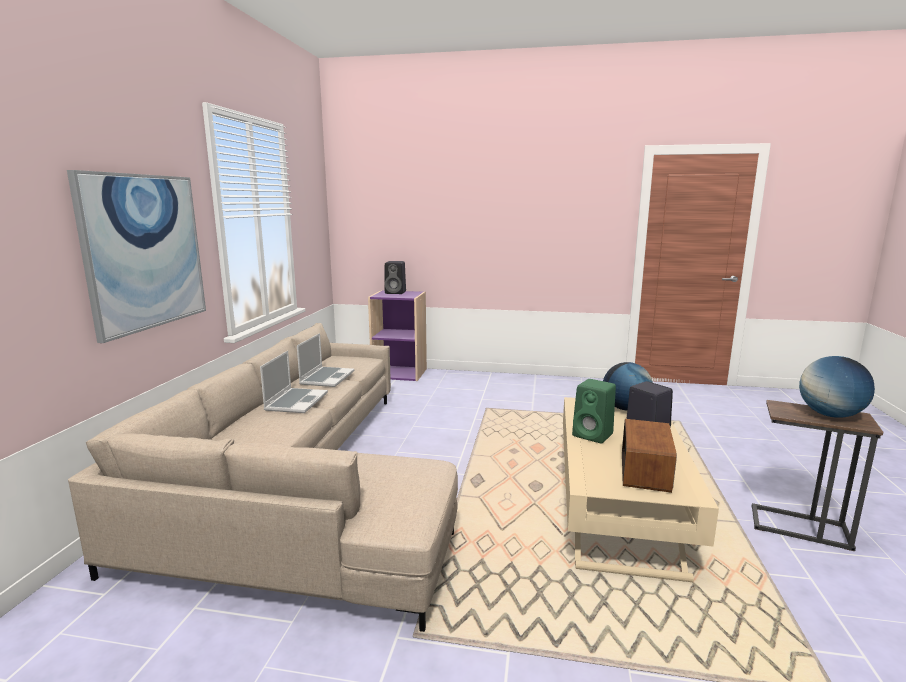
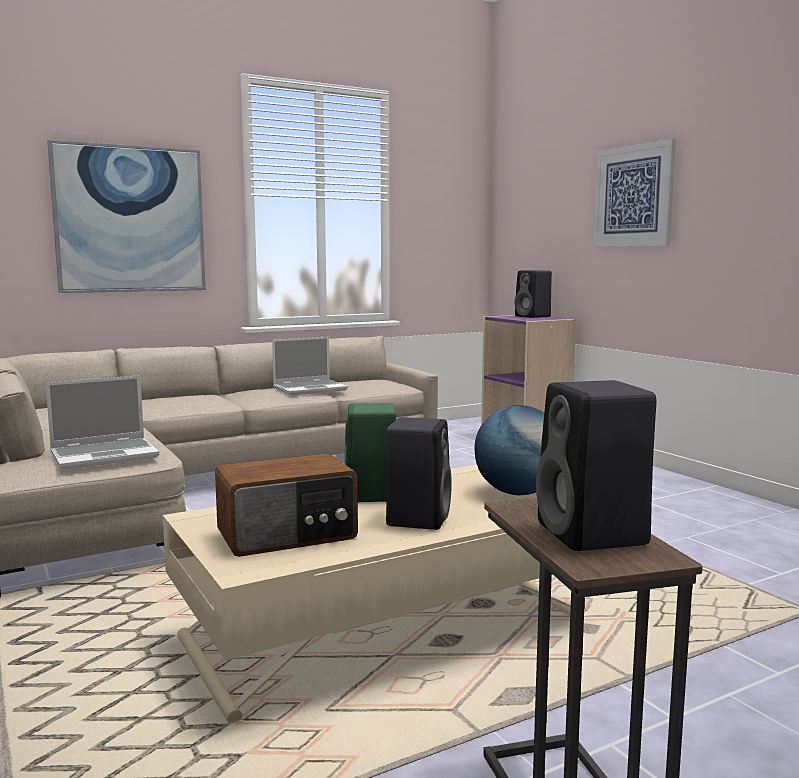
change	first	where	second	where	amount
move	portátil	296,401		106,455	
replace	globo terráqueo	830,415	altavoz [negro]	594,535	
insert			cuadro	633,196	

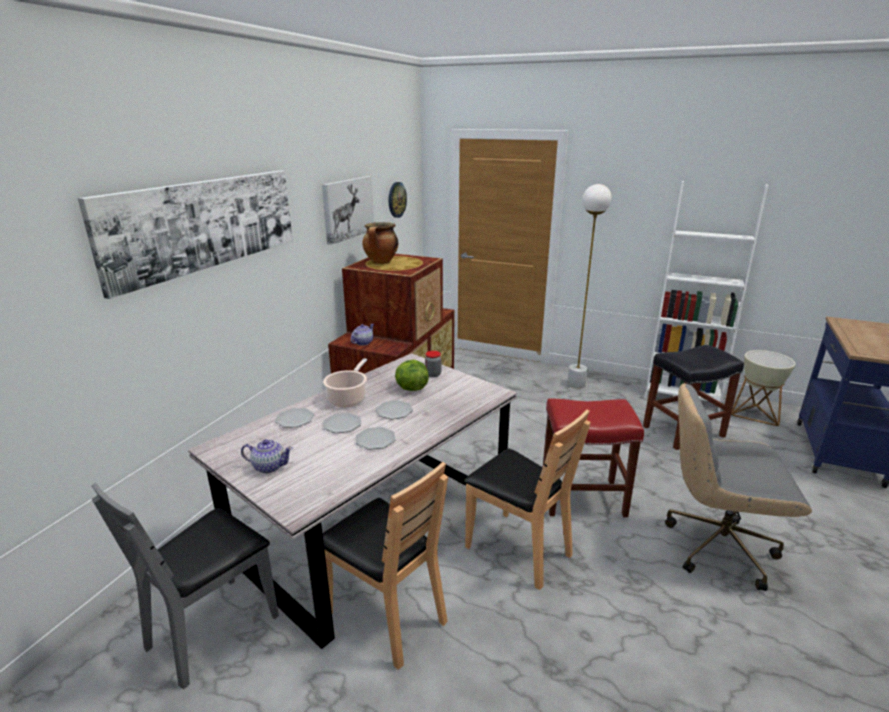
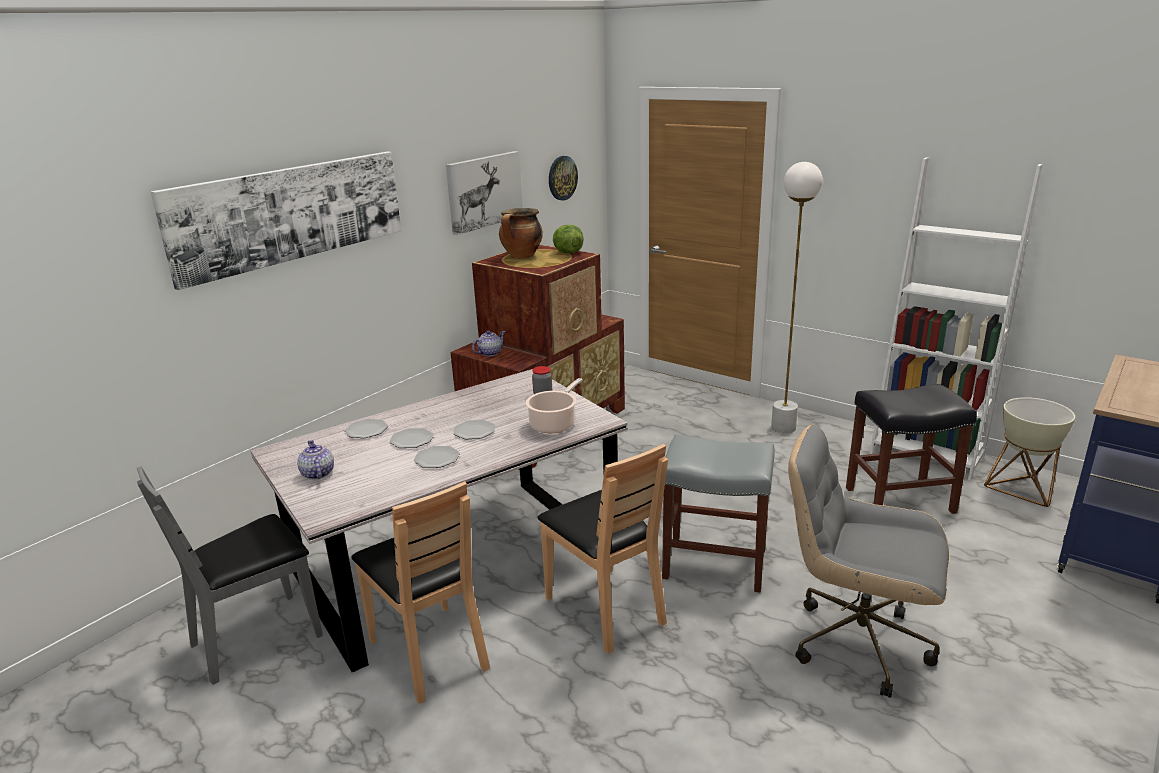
change	first	where	second	where	amount
rotate	tetera	269,466		317,474	135 degrees counterclockwise
move	olla	348,398		554,424	
move	lechuga	411,388		567,252	
recolor	taburete [rojo]	583,497	taburete [gris]	716,563	

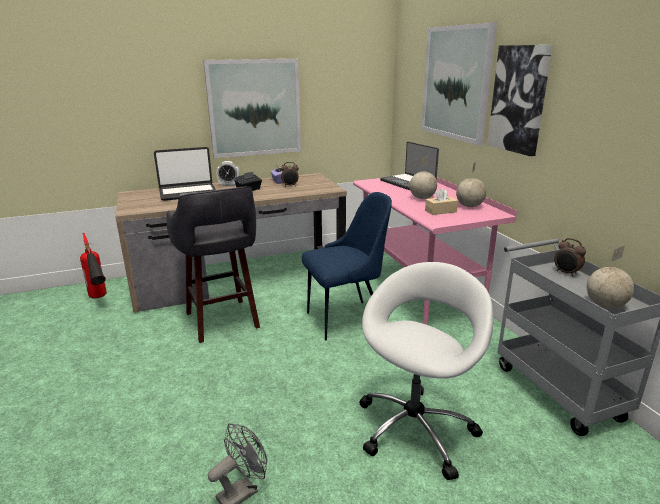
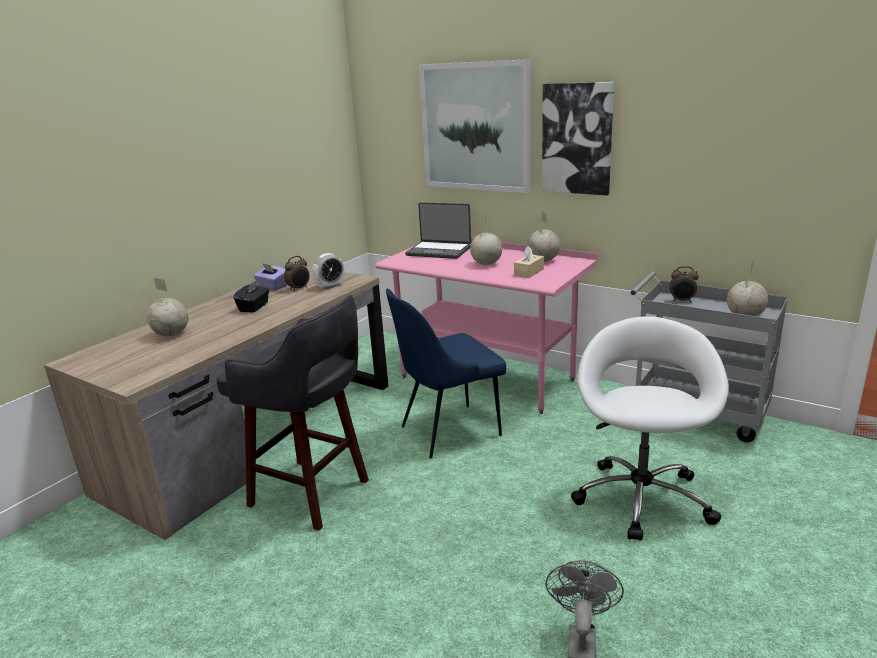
change	first	where	second	where	amount
delete	extintor	100,301			
replace	portátil	188,193	globo terráqueo	172,334	
delete	cuadro	254,108			
move	despertador	229,185		330,286	
rotate	silla [azul]	345,319		450,431	150 degrees counterclockwise

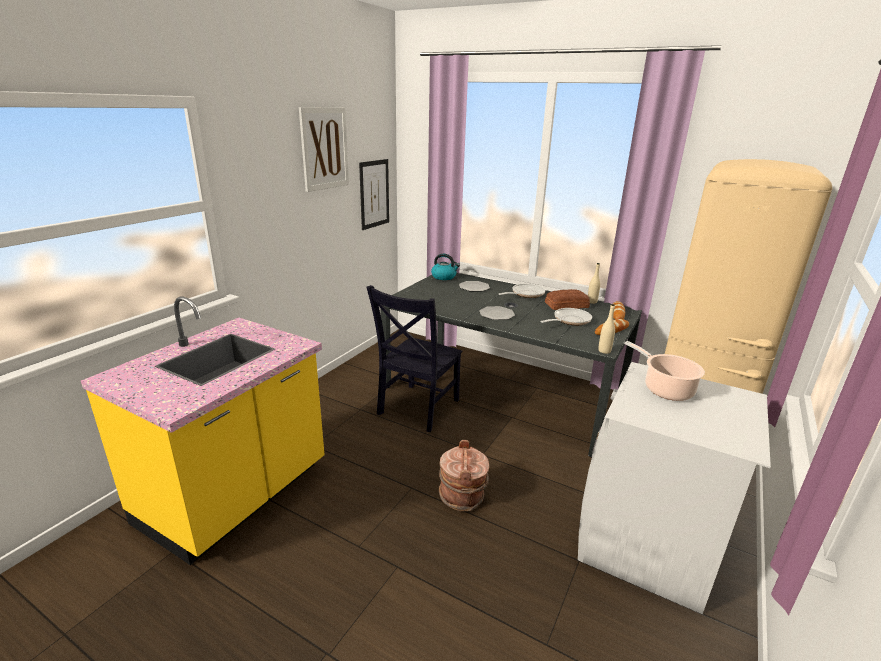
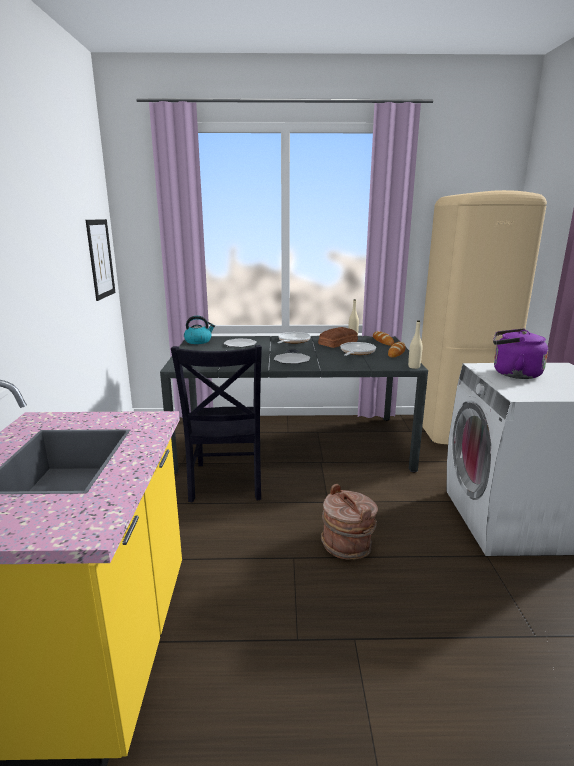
change	first	where	second	where	amount
delete	cuadro	324,148			
replace	olla	665,389	hervidor [morado]	513,374	

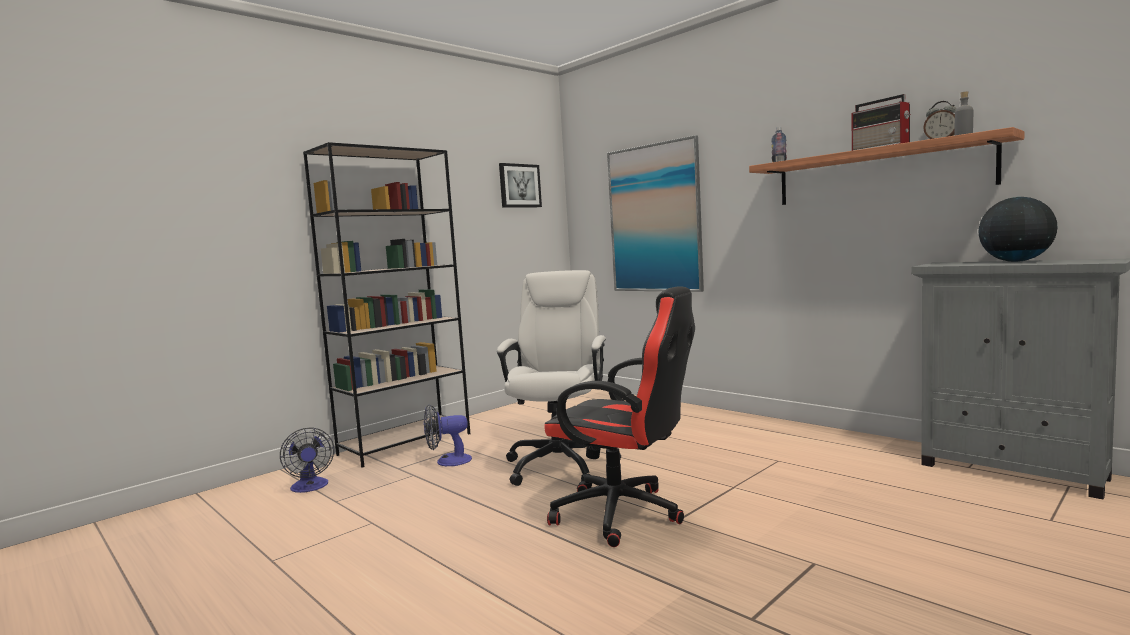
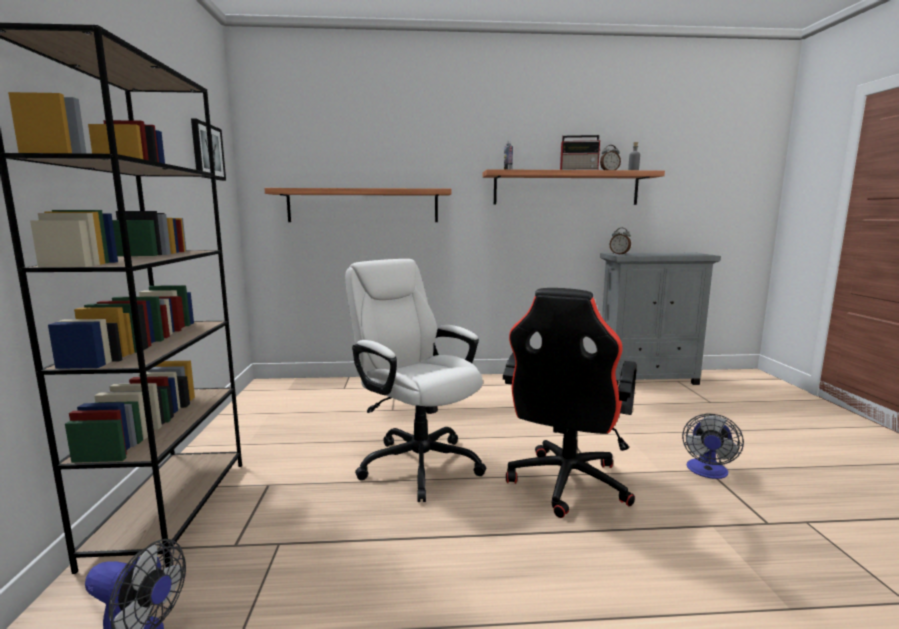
change	first	where	second	where	amount
move	ventilador	447,461		707,472	
rotate	silla de oficina [negro]	626,517		565,488	135 degrees clockwise
replace	cuadro	654,218	estante	363,206	
delete	globo terráqueo	1015,261			
insert			despertador	619,254	

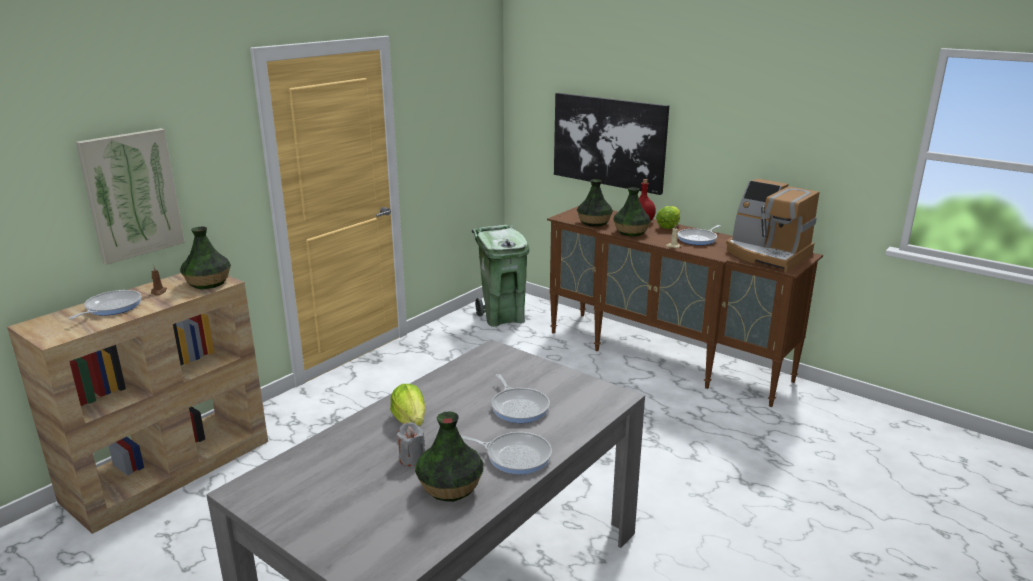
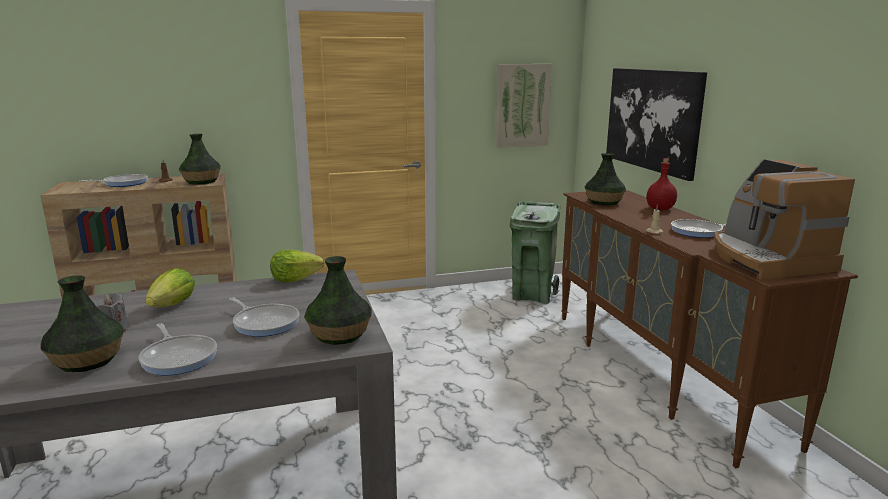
change	first	where	second	where	amount
move	cuadro	132,195		522,105	
rotate	sartén	519,407		265,323	60 degrees counterclockwise
move	florero	631,232		339,335	
move	lechuga	668,226		295,279	

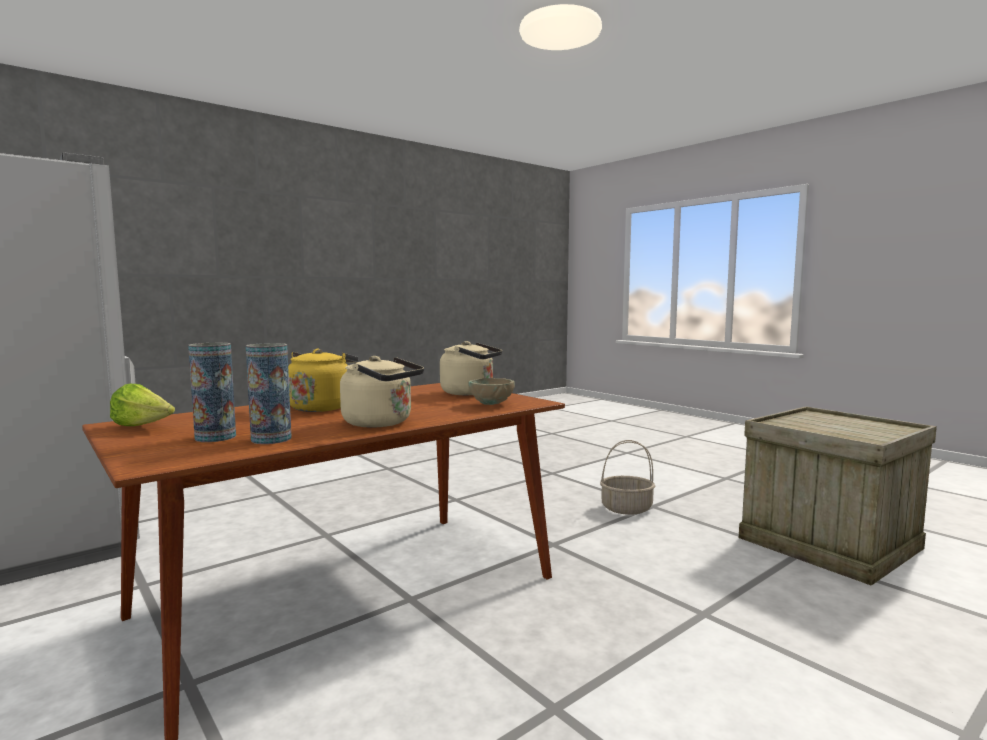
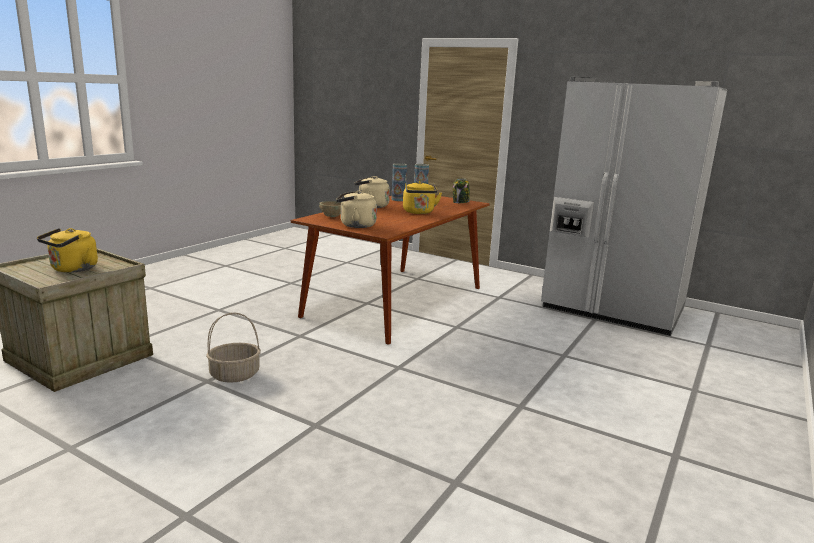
change	first	where	second	where	amount
replace	lechuga	144,427	tarro	460,202	
insert			hervidor [amarillo]	72,269	

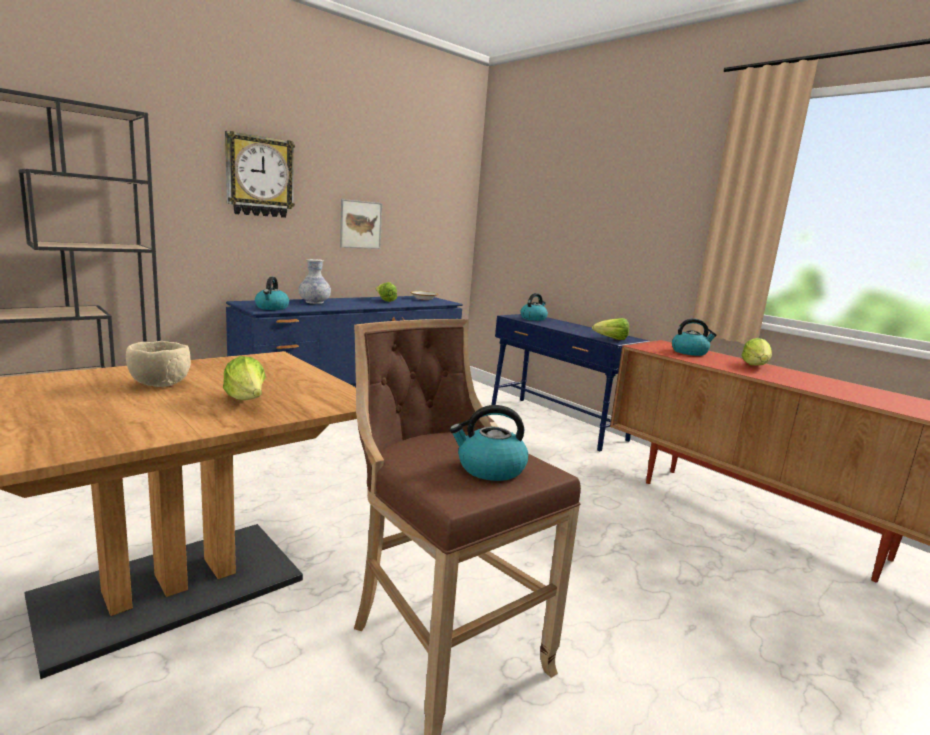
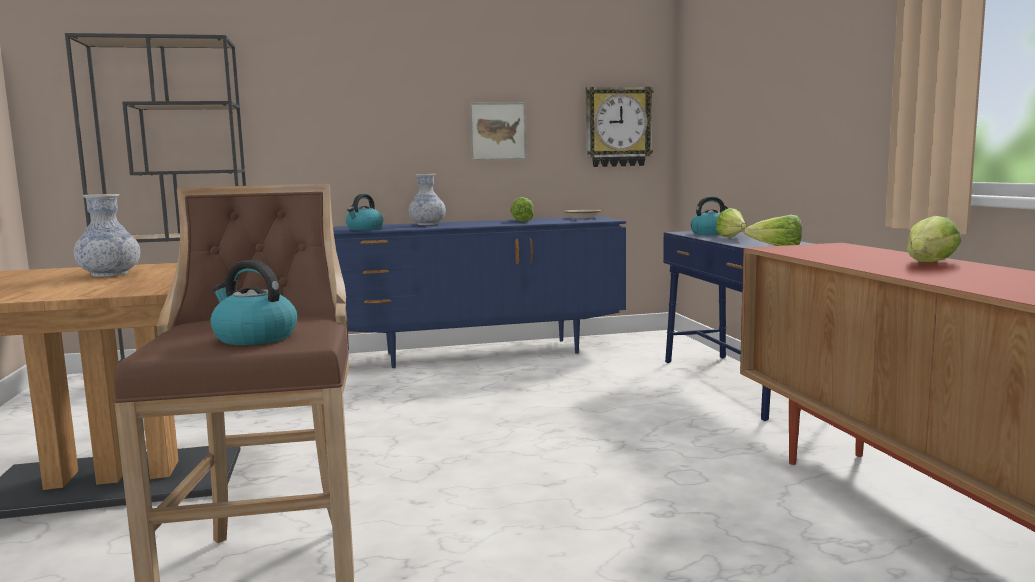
change	first	where	second	where	amount
replace	cuenco [beis]	160,385	florero	110,274	
move	lechuga	247,401		732,238	
move	reloj de pared	259,176		617,127	
delete	hervidor	690,352			

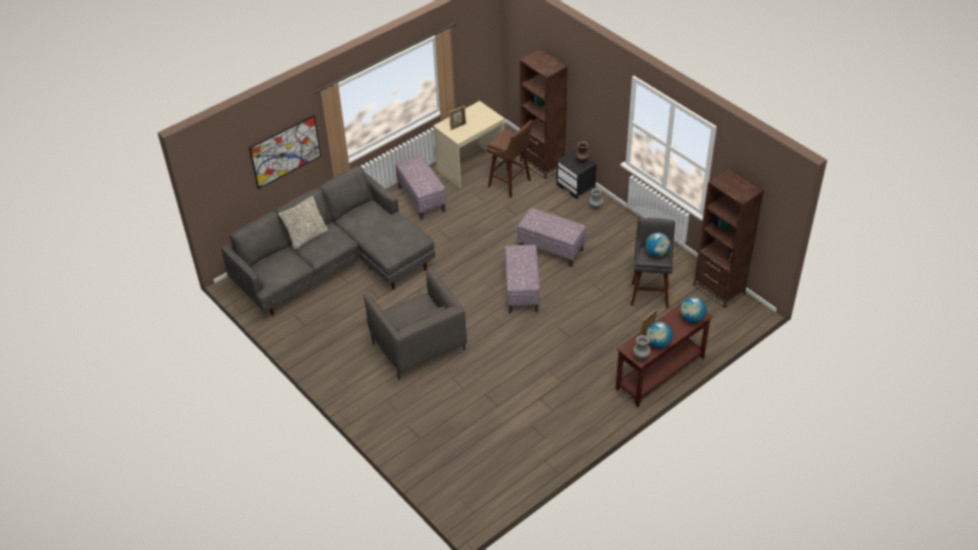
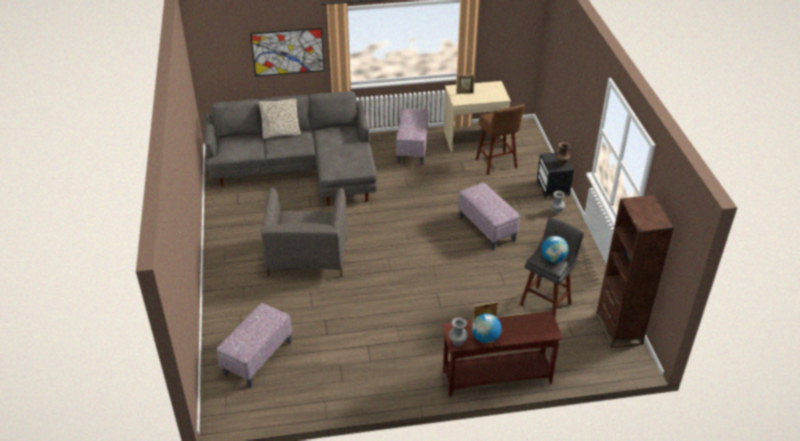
change	first	where	second	where	amount
move	puf	522,291		258,358	
delete	estantería [marrón]	542,164			
delete	globo terráqueo	692,318			

